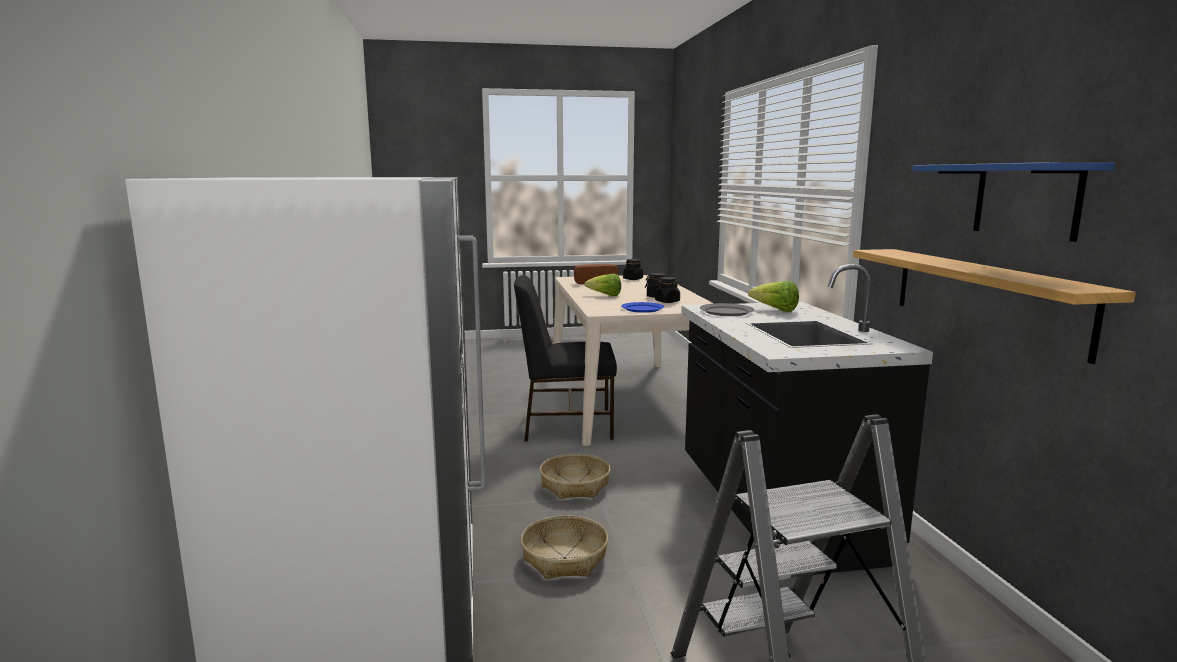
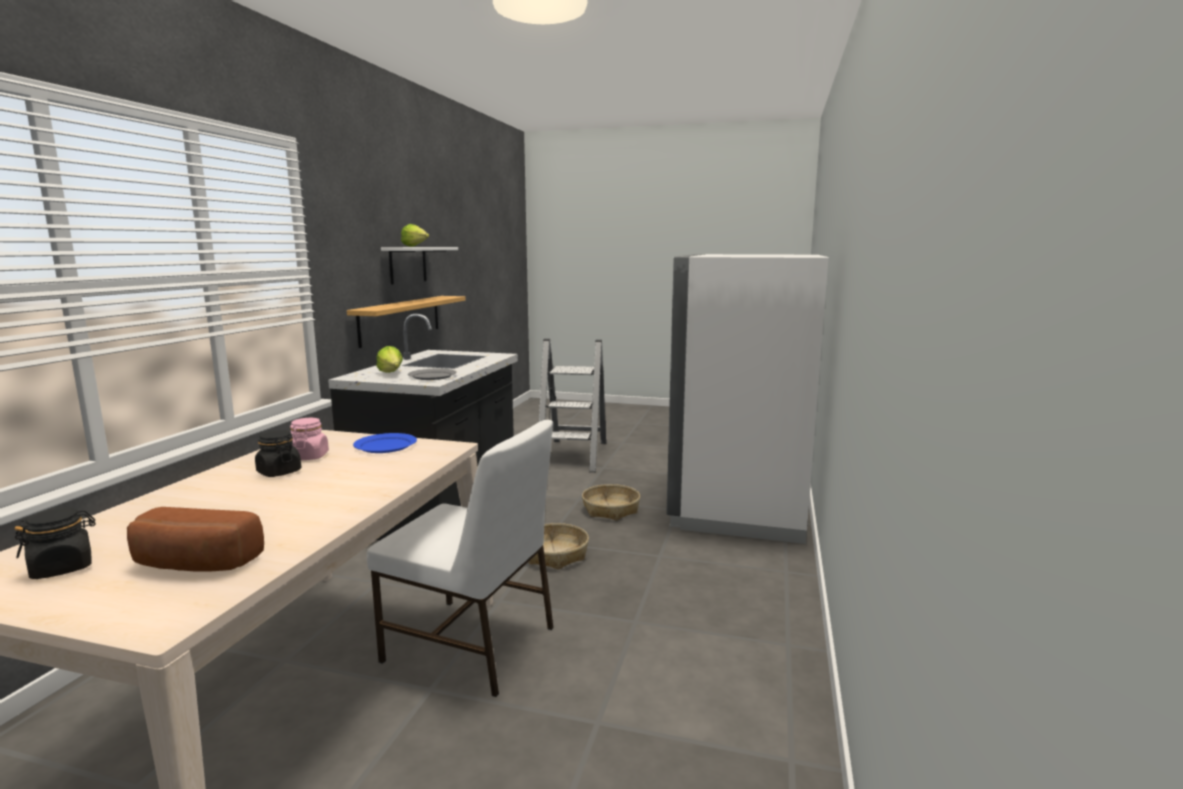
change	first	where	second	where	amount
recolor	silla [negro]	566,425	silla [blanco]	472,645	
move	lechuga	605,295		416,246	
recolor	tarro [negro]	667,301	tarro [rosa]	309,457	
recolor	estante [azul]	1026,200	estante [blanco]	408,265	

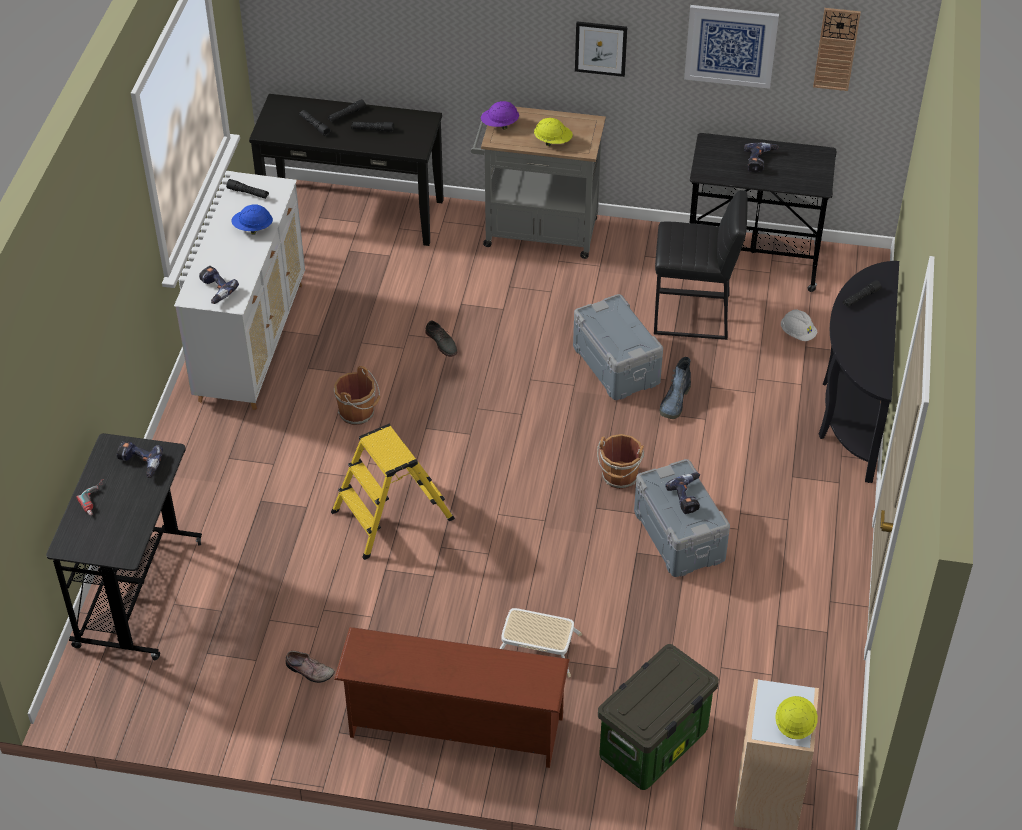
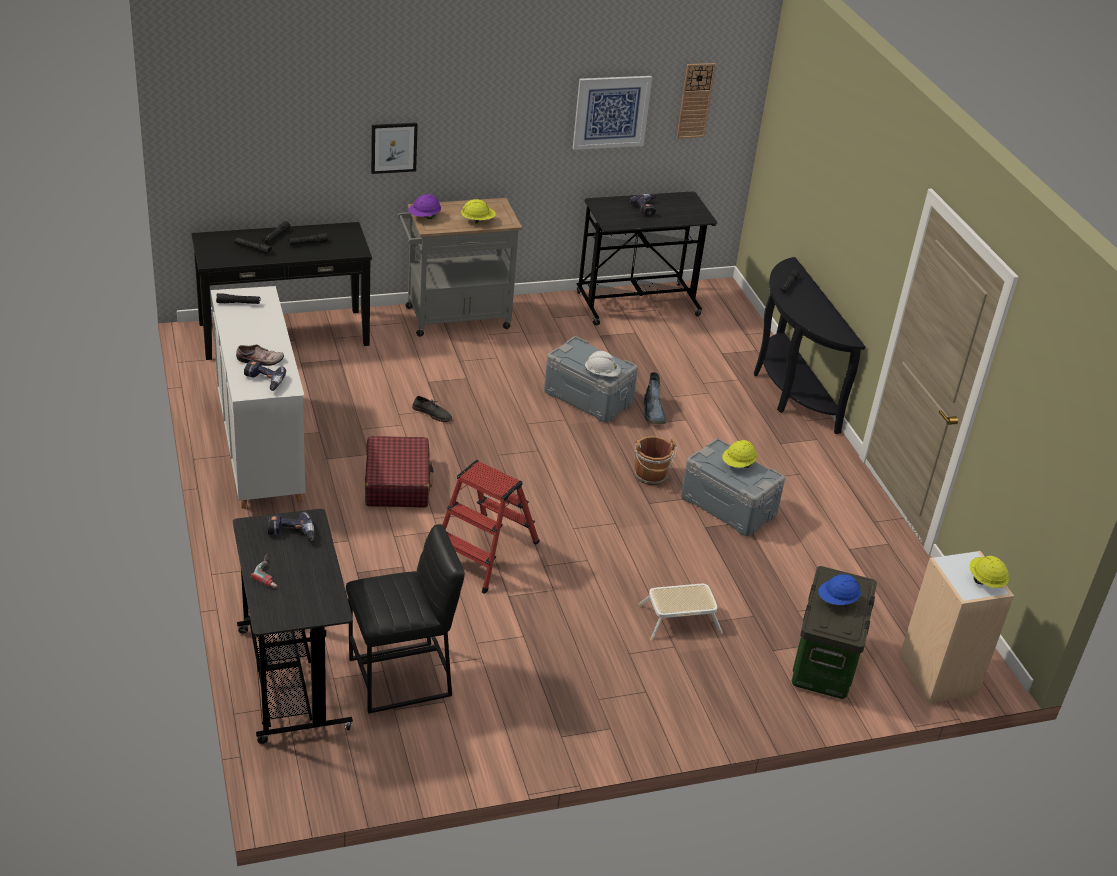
change	first	where	second	where	amount
move	casco [azul]	253,228		837,601	
move	zapato	309,671		260,360	
recolor	escalera de tijera [amarillo]	393,515	escalera de tijera [rojo]	484,552	
replace	cubo [marrón]	358,413	maleta [rojo]	397,482	
delete	zapatero [marrón]	453,728			
move	cuadro	601,48		394,147	
move	silla [negro]	693,314		402,677	
replace	taladro	688,496	casco [amarillo]	738,464	
move	casco [blanco]	797,333		602,373	

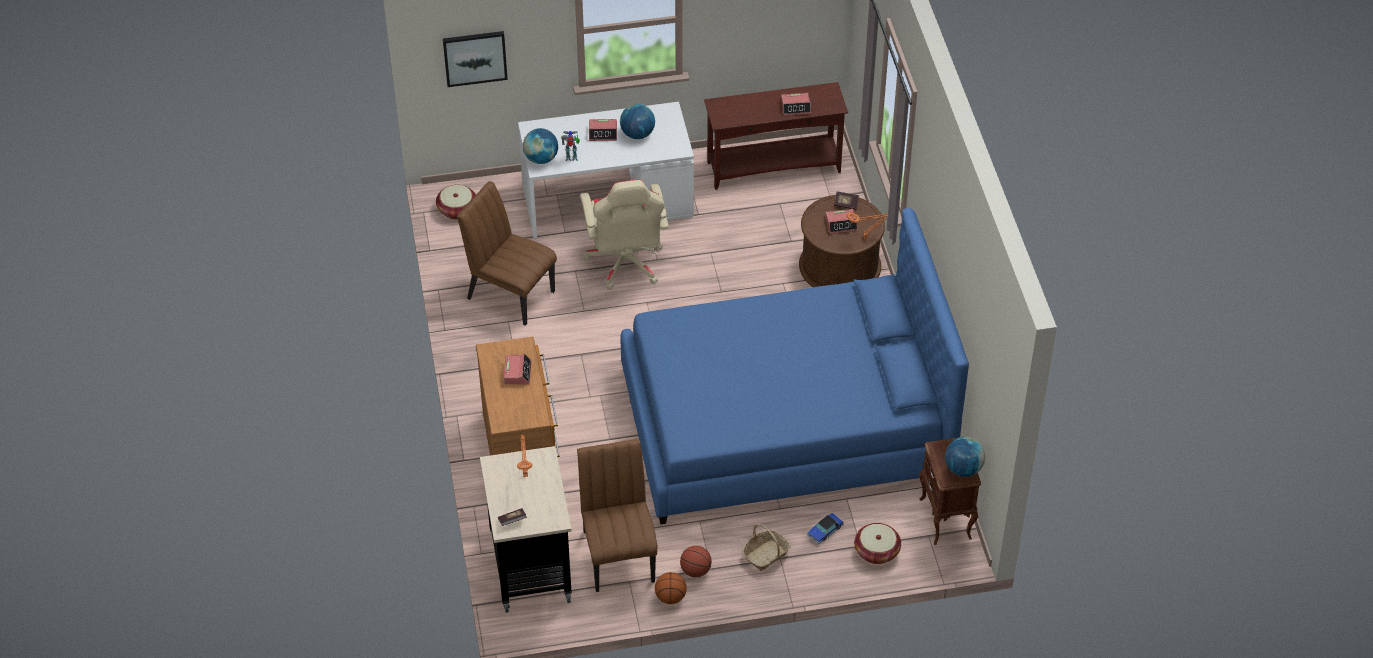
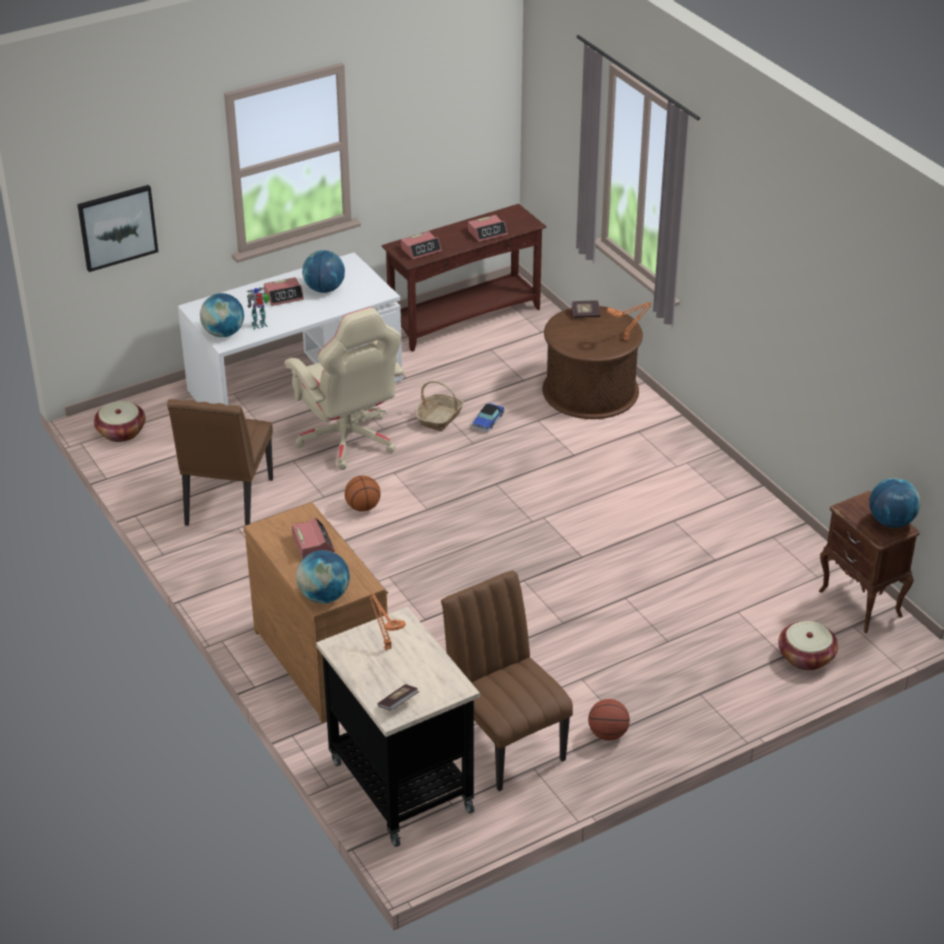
change	first	where	second	where	amount
rotate	silla [marrón]	511,295		228,501	90 degrees counterclockwise
delete	cama [azul]	786,424			
move	balón de baloncesto	670,597		363,507	
move	cesta	766,554		440,418	
move	coche de juguete	825,531		488,421	
move	despertador	841,224		421,250	
insert			globo terráqueo	324,596	

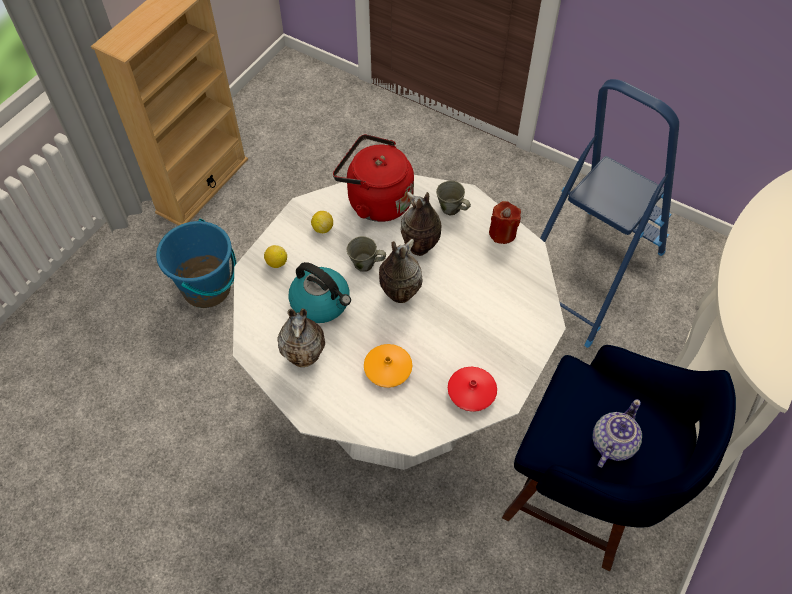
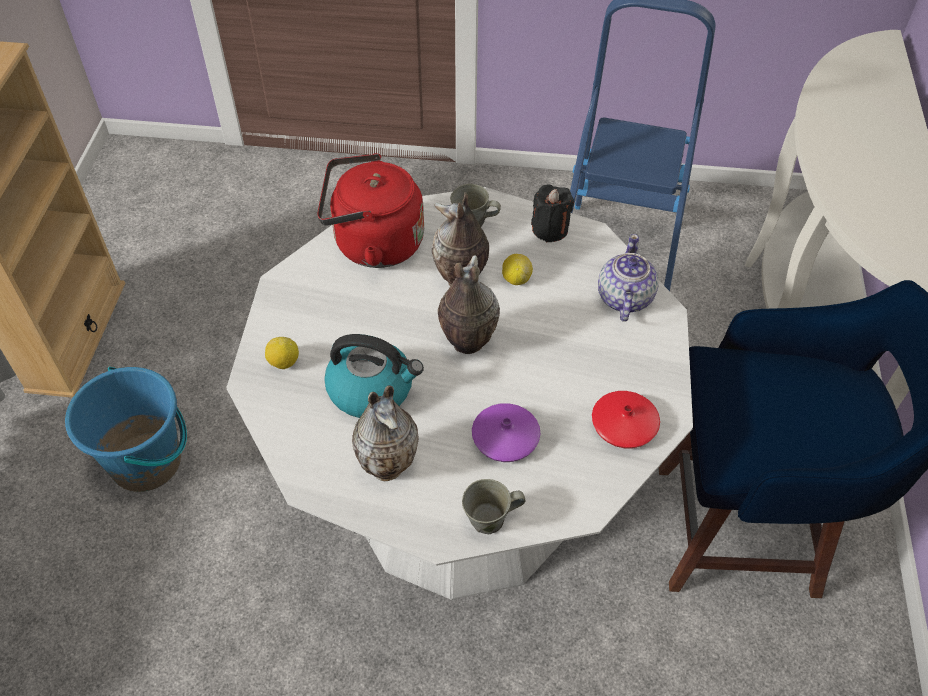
change	first	where	second	where	amount
move	limón	322,228		516,279	
move	taza grande [gris]	365,264		490,520	
recolor	florero [naranja]	388,369	florero [morado]	505,438	
recolor	vela [rojo]	502,233	vela [negro]	550,229	
move	tetera	612,443		624,298	

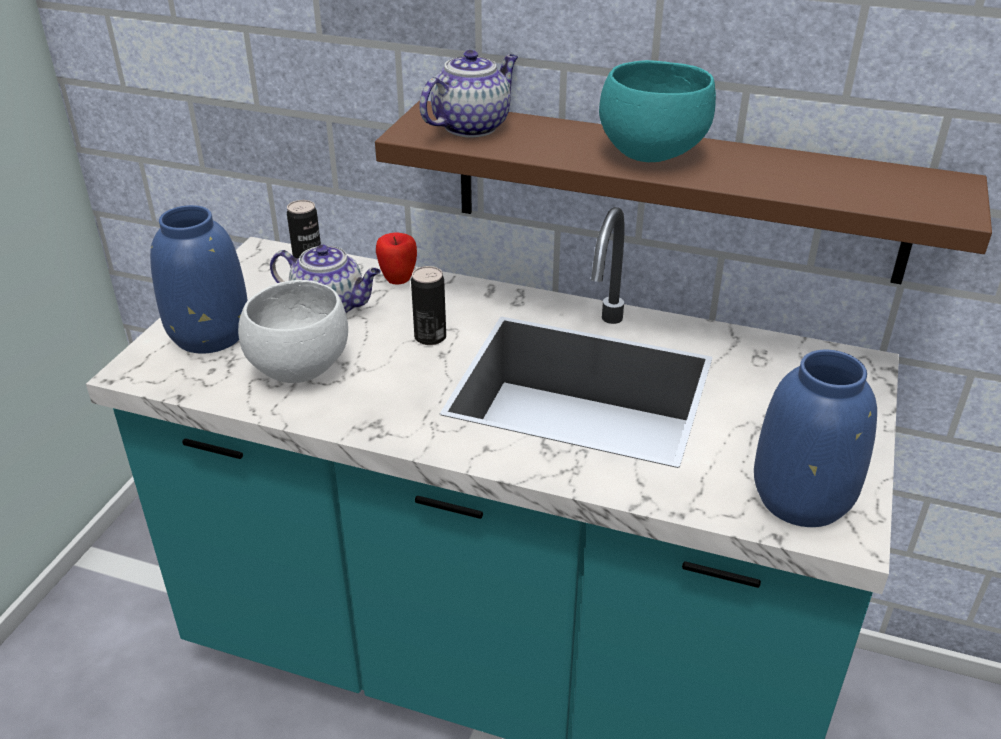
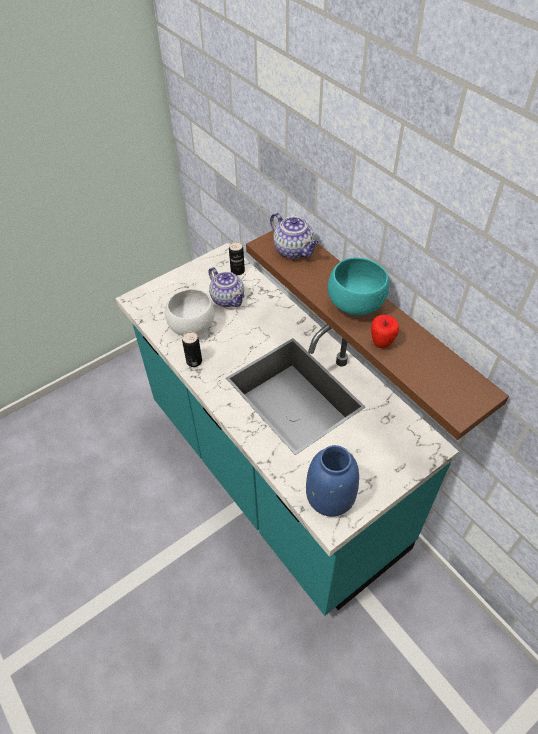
change	first	where	second	where	amount
delete	florero [azul]	209,334			
move	manzana	398,279		382,343	
move	lata	430,337		194,361	
rotate	tetera	471,126		294,250	60 degrees clockwise

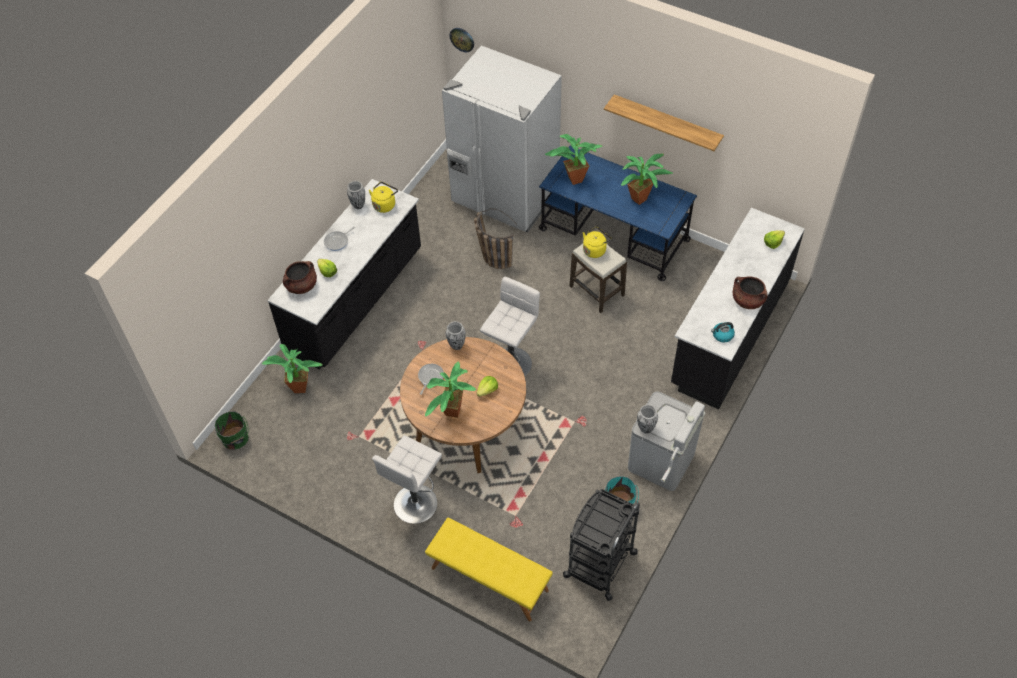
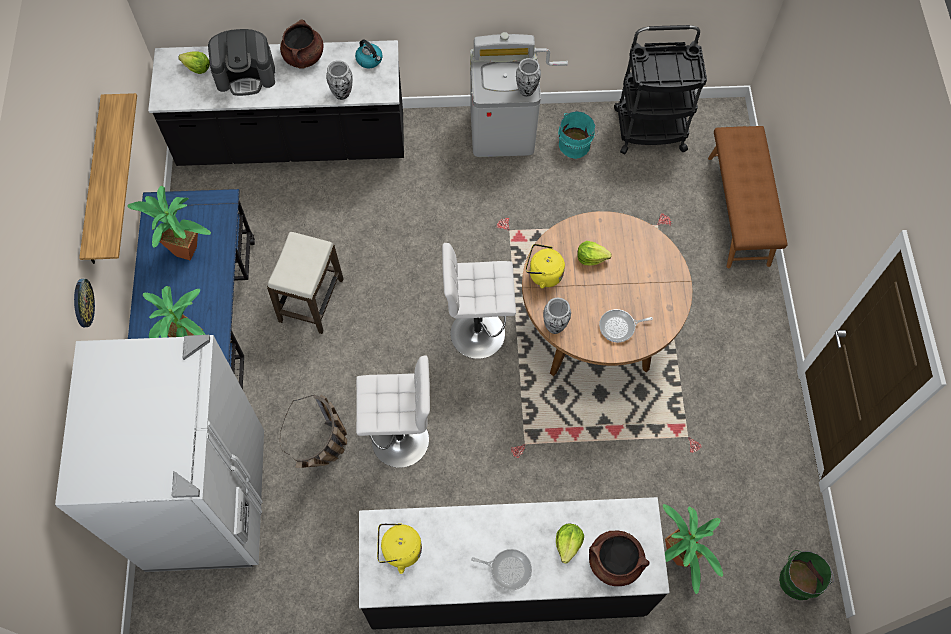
change	first	where	second	where	amount
move	florero	358,205		342,94	
move	taburete [blanco]	414,504		401,440	
delete	planta en maceta	450,414			
recolor	banco [amarillo]	489,579	banco [marrón]	739,210	
move	reloj de pared	462,39		82,303	
move	hervidor [amarillo]	595,249		543,274	
insert			cafetera	246,75	

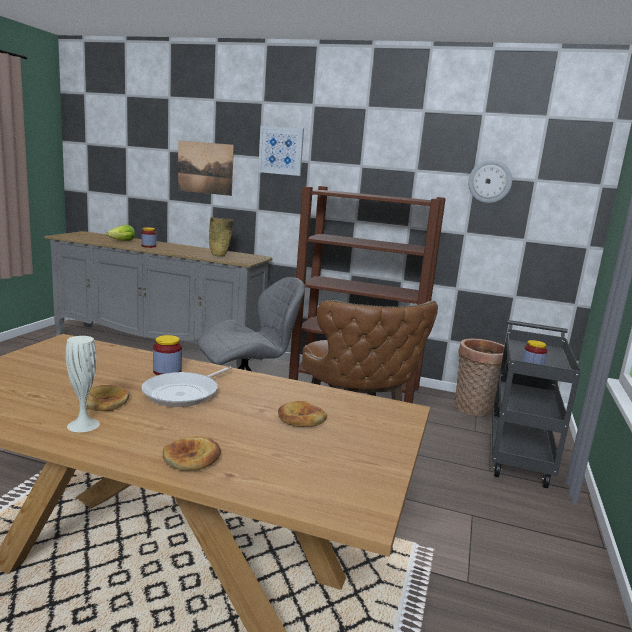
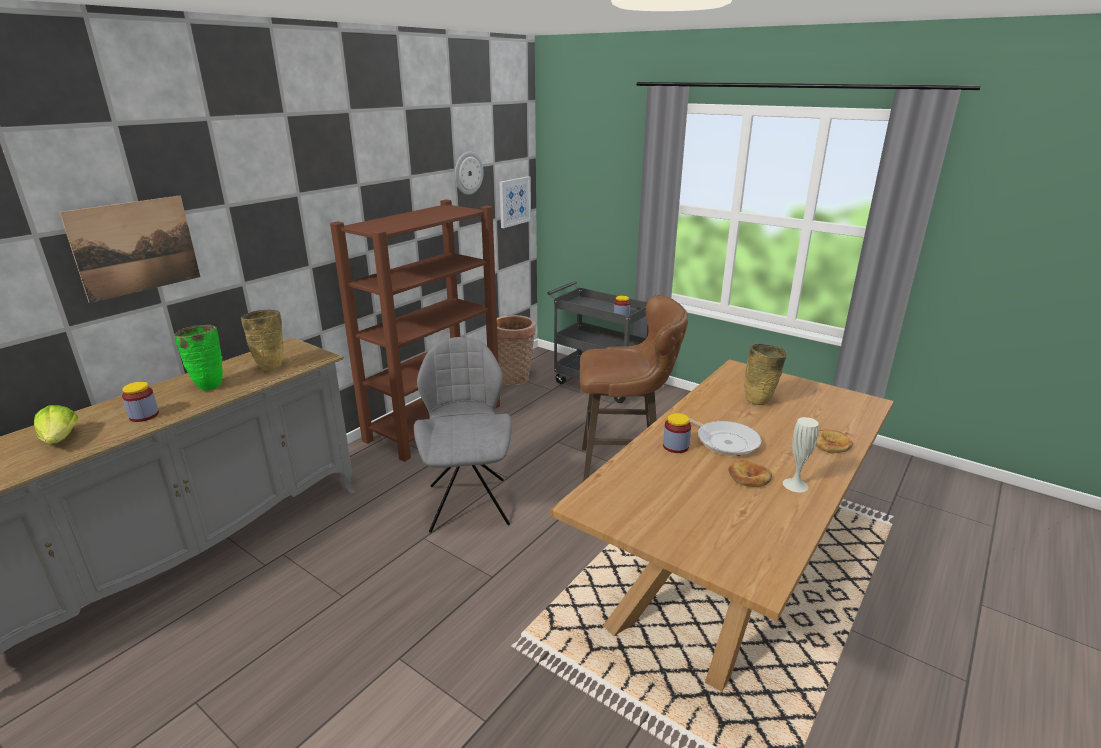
change	first	where	second	where	amount
move	cuadro	281,151		514,201	
replace	pan	301,418	florero [beis]	759,402	
insert			florero [verde]	210,385	

